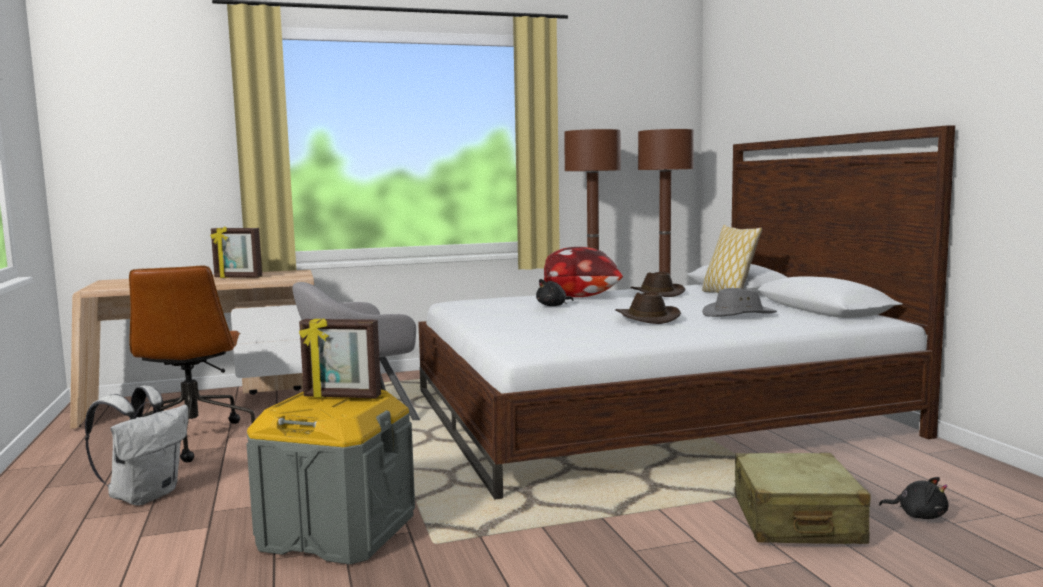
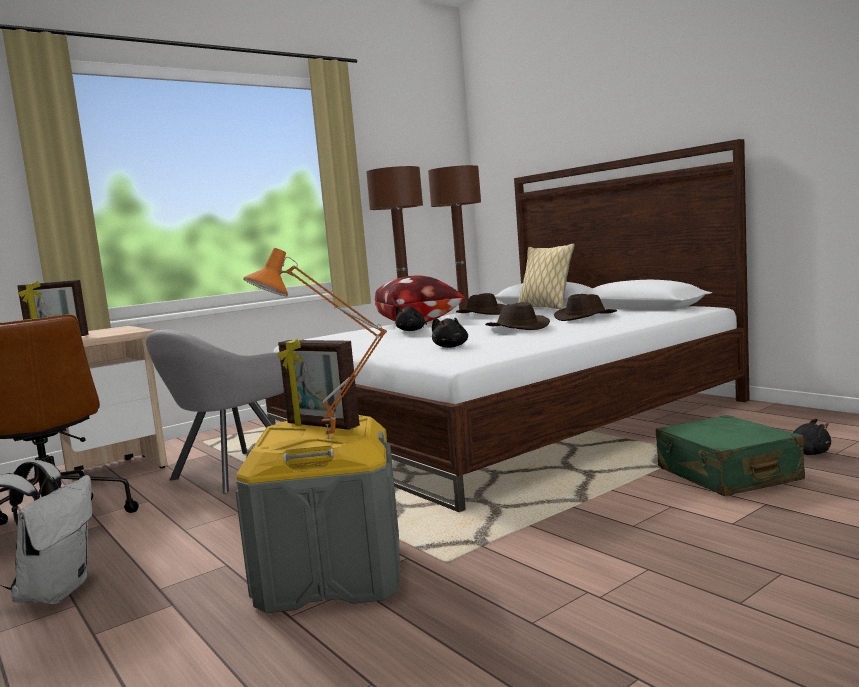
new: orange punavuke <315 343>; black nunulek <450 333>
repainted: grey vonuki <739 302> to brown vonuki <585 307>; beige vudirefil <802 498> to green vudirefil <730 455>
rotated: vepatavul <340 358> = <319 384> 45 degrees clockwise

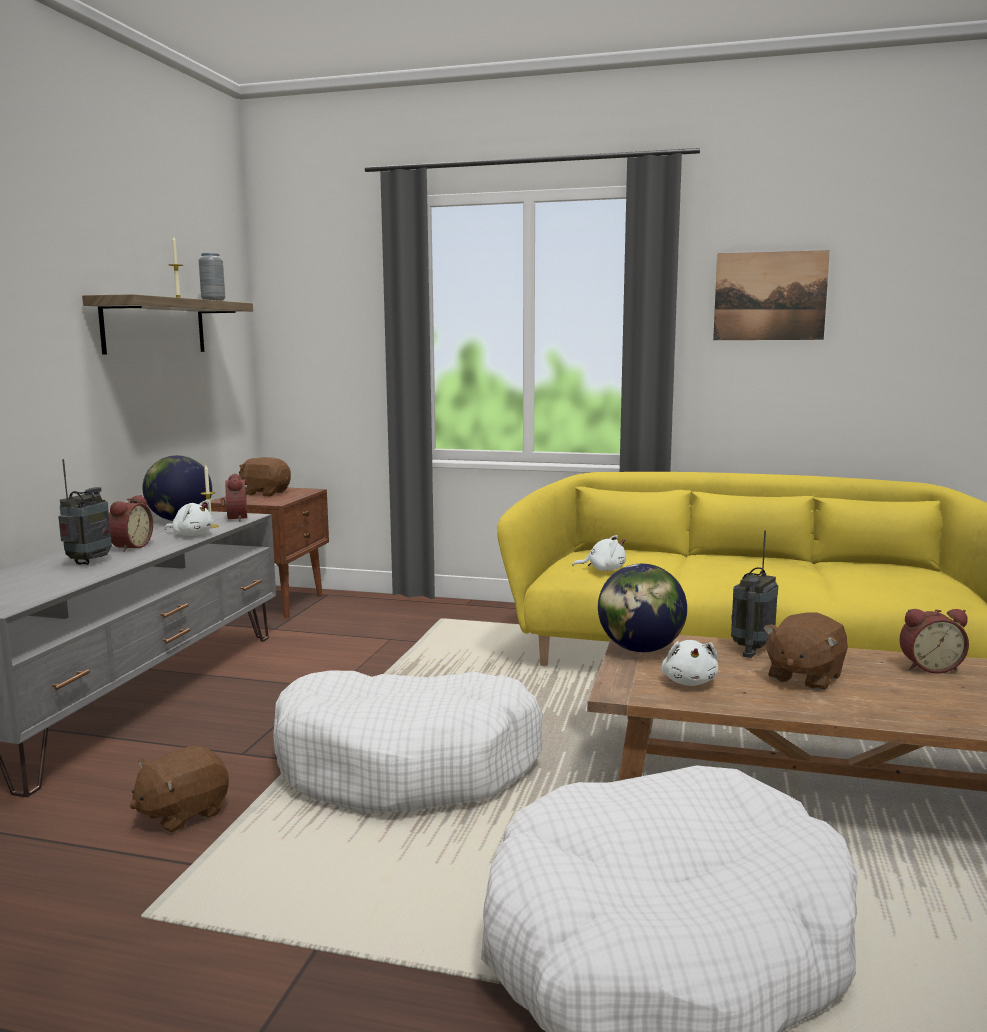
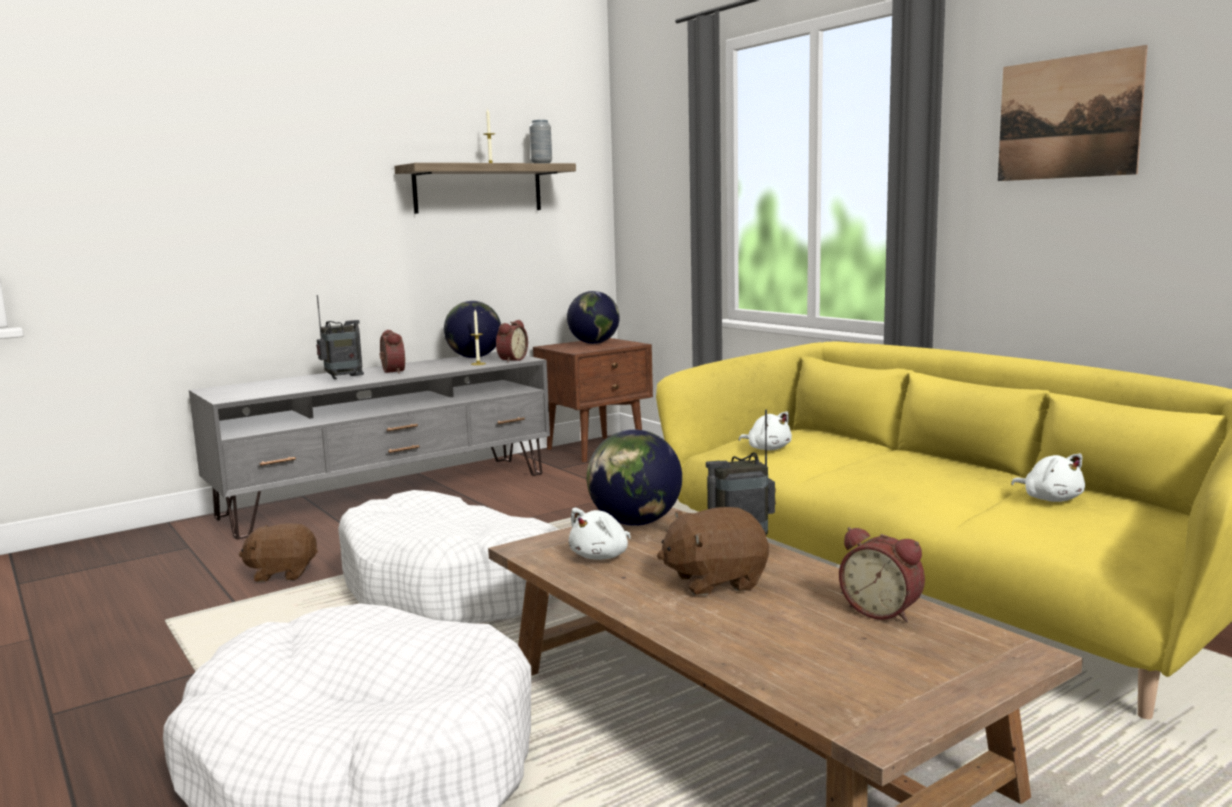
shifted: white nunulek <189 518> to <1048 478>
swapped: brown nunulek <265 476> to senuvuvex <593 317>
rotated: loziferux <131 523> = <392 352> 75 degrees counterclockwise

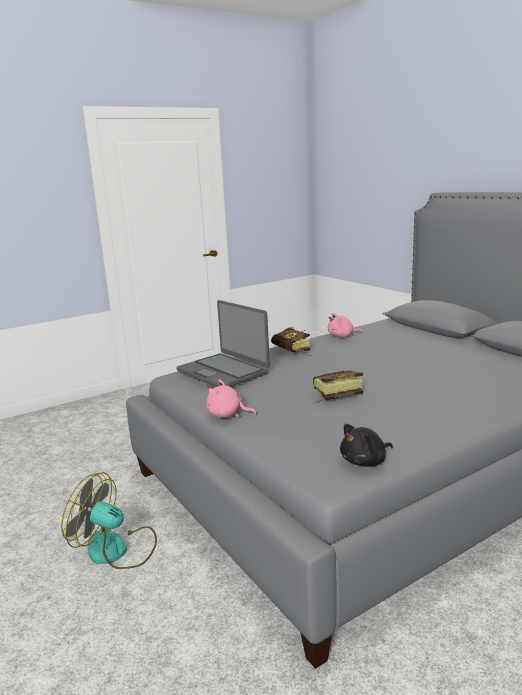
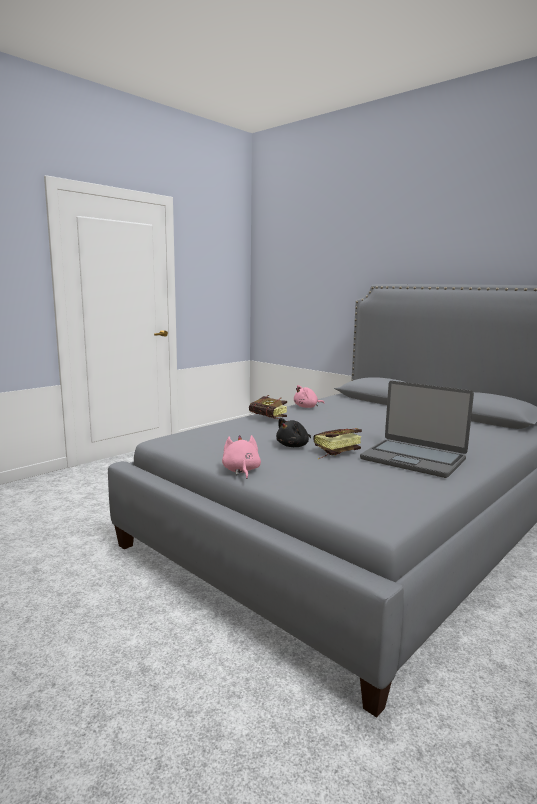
gone: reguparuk <109 520>
shifted: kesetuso <223 343> to <417 429>; black nunulek <366 445> to <293 432>
rotated: pink nunulek <231 398> = <241 457> 75 degrees clockwise

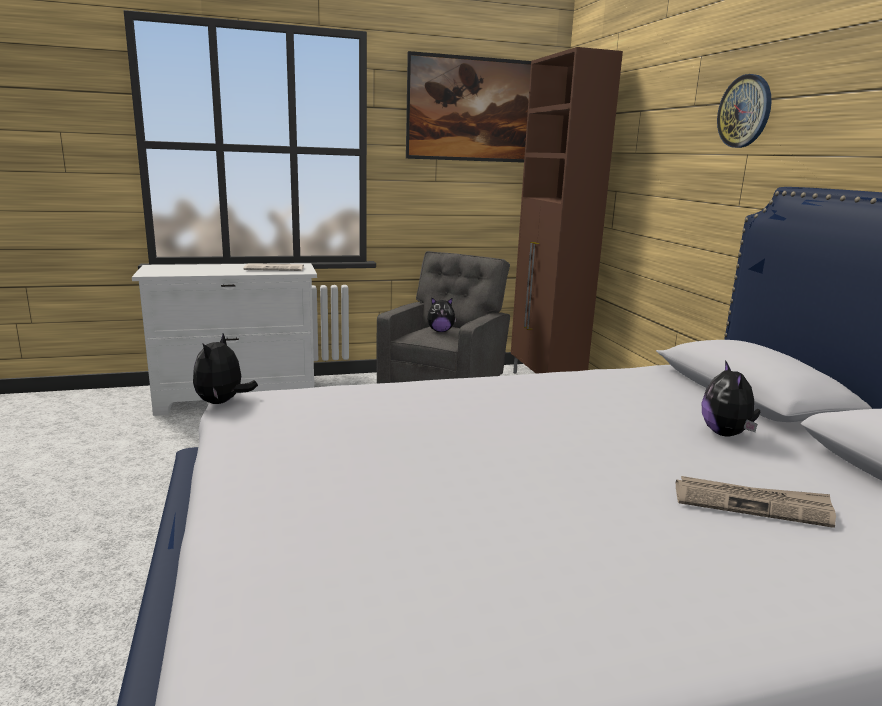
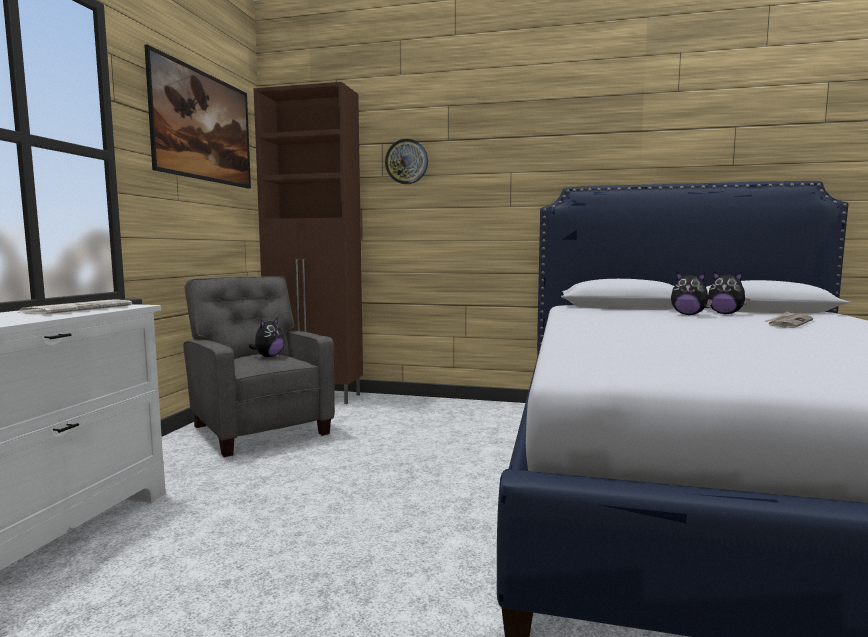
shifted: nunulek <225 369> to <729 292>; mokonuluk <744 111> to <406 161>

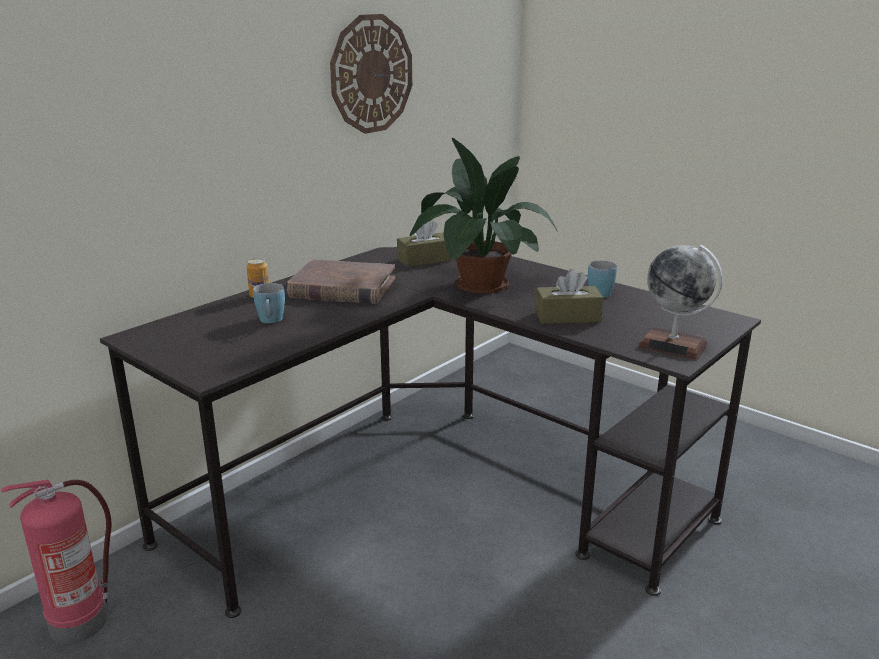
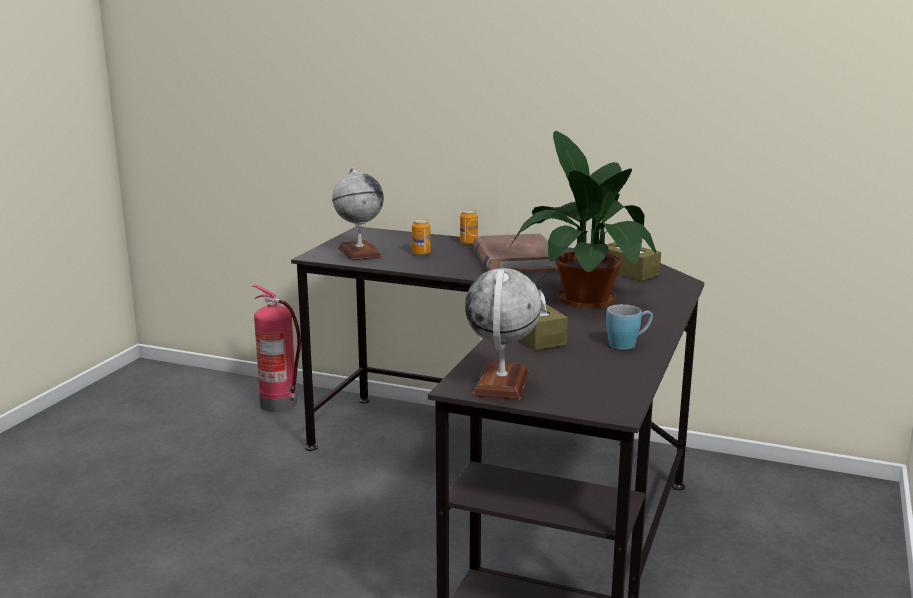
gone: mokonuluk <371 74>
new: senuvuvex <358 213>
swapped: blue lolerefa <269 303> to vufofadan <421 237>

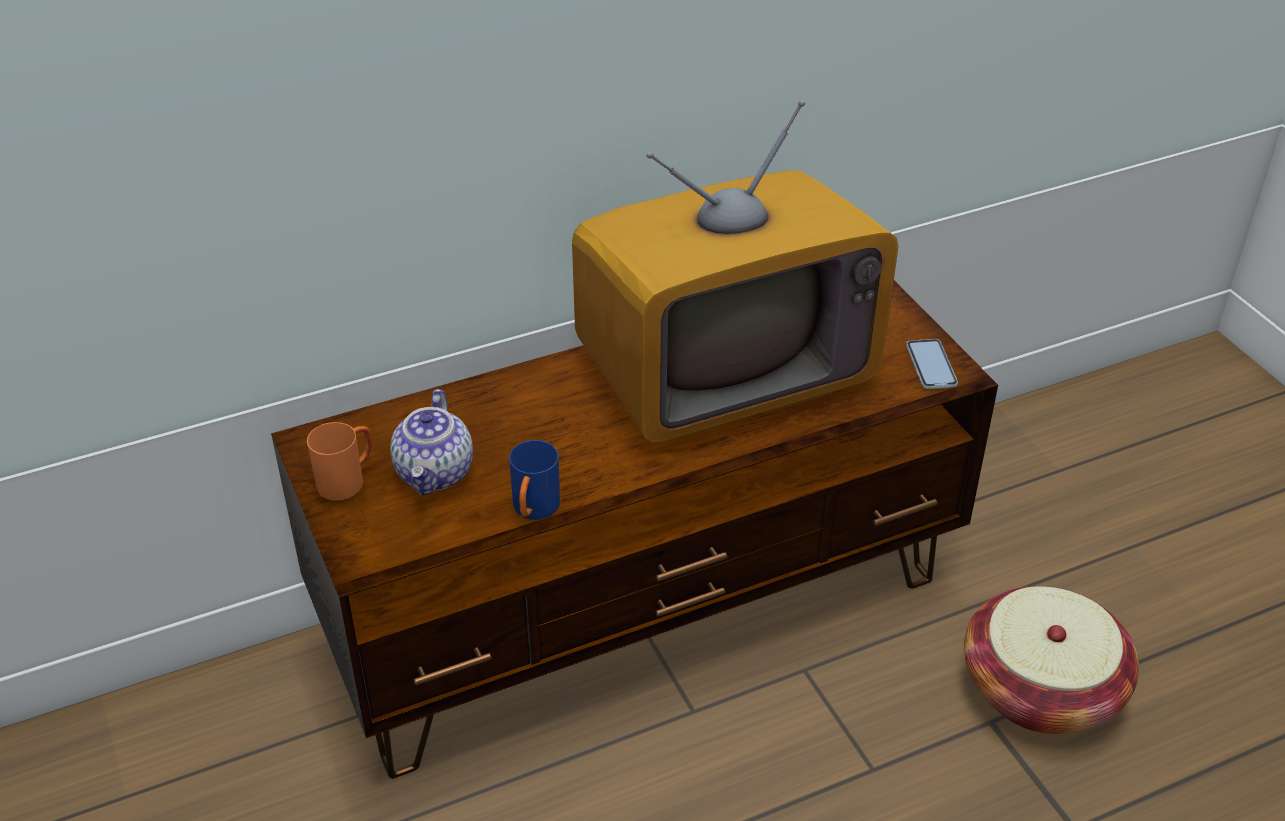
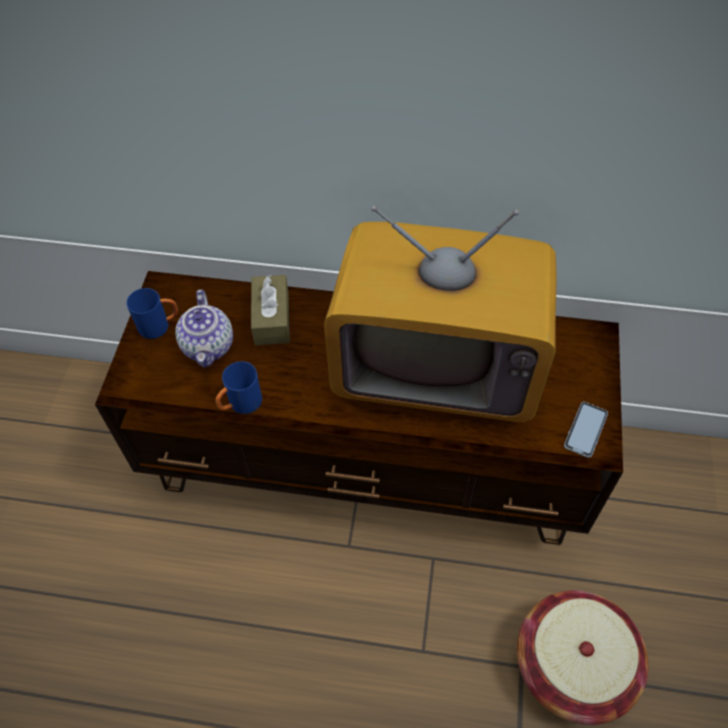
new: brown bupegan <270 310>
repainted: orange lolerefa <339 461> to blue lolerefa <152 313>
rotated: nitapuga <431 442> = <204 329> 45 degrees counterclockwise

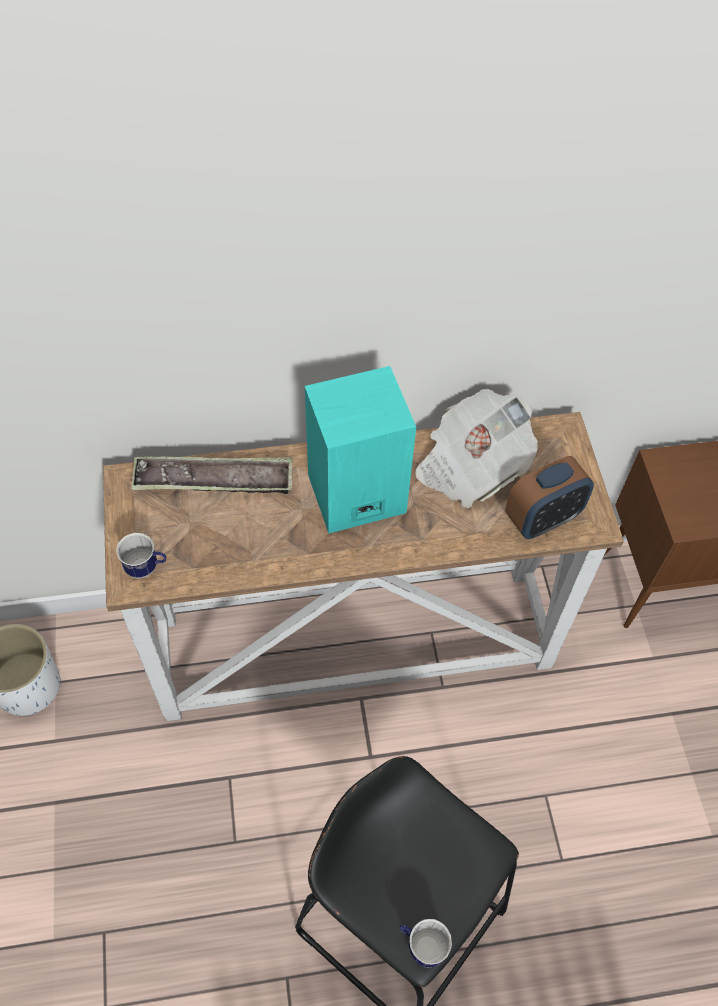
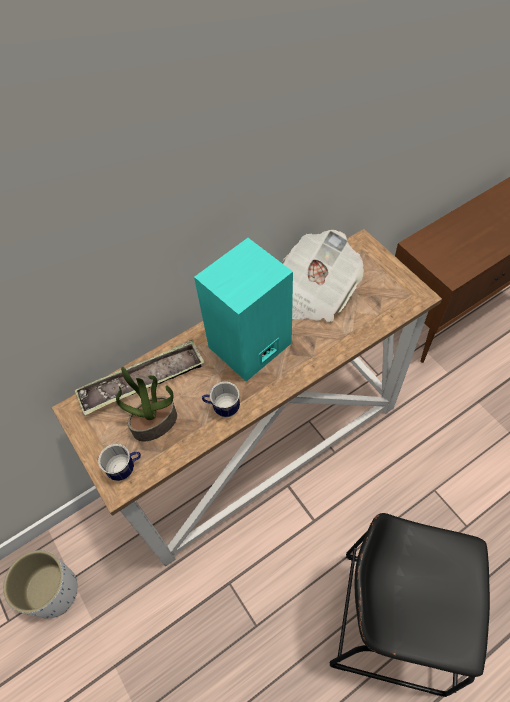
gone: loziferux <549 497>
new: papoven <146 404>
shifted: lolerefa <426 943> to <221 399>

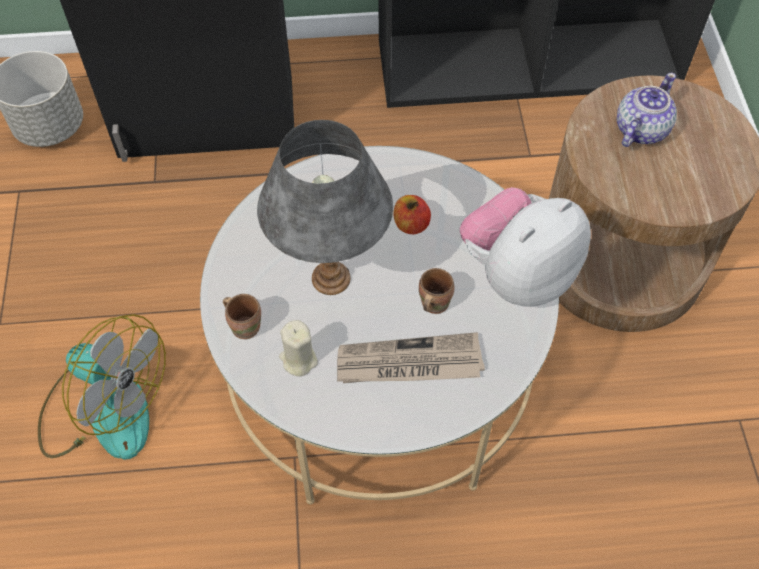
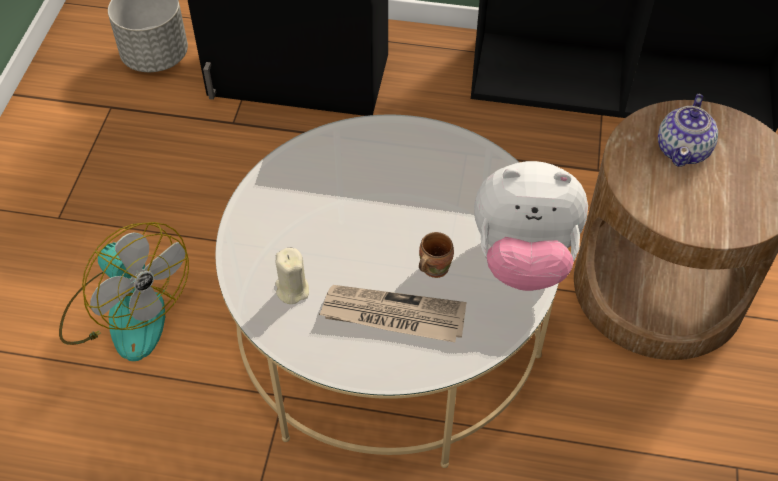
gone: brown lolerefa <242 316>; grey punavuke <325 207>; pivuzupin <412 214>
rotated: nunulek <525 247> = <531 226> 150 degrees counterclockwise; nitapuga <647 110> = <688 130> 150 degrees clockwise

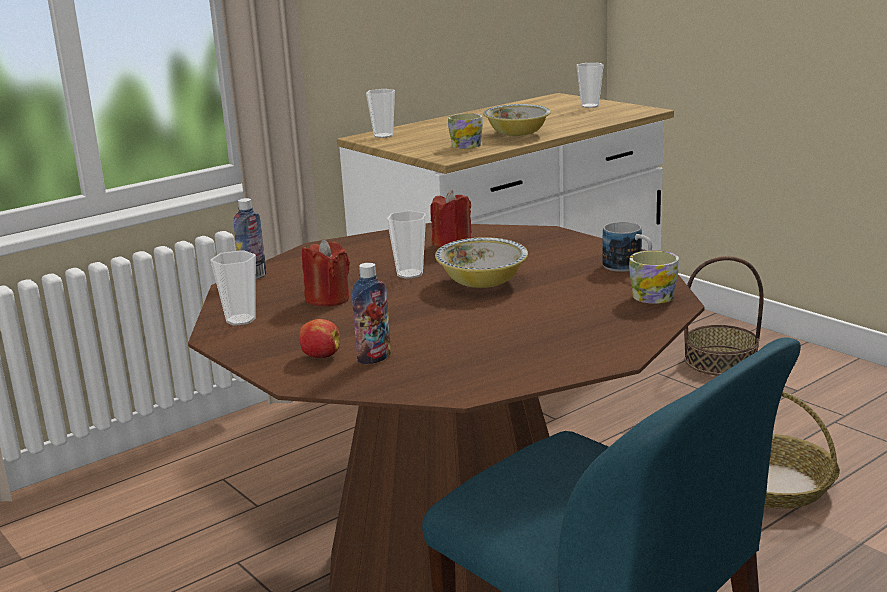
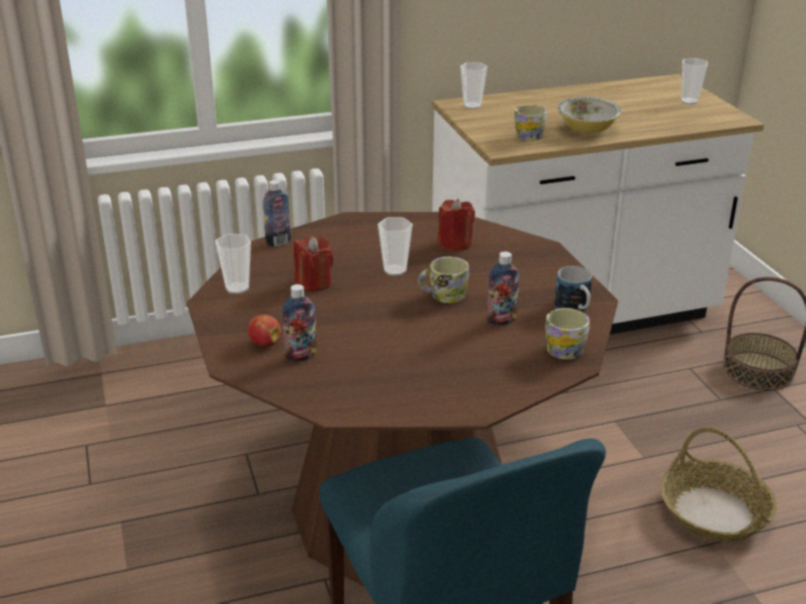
new: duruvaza <503 288>
swapped: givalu <481 262> to lolerefa <443 280>

